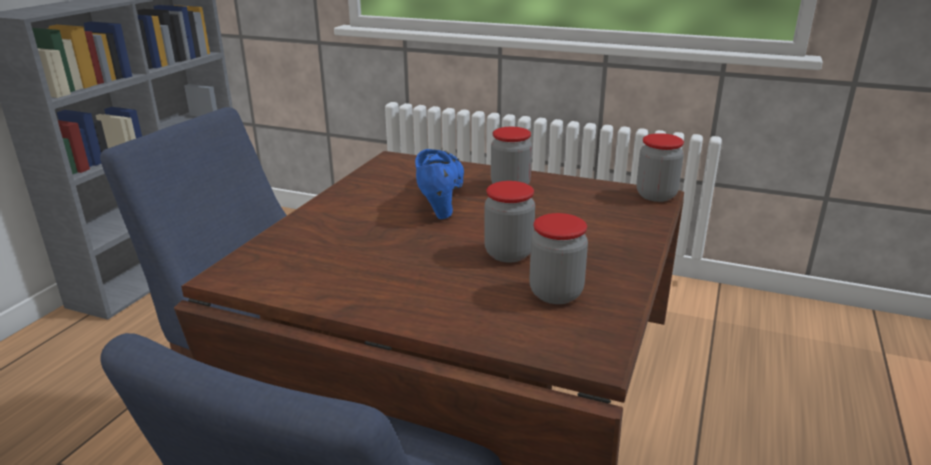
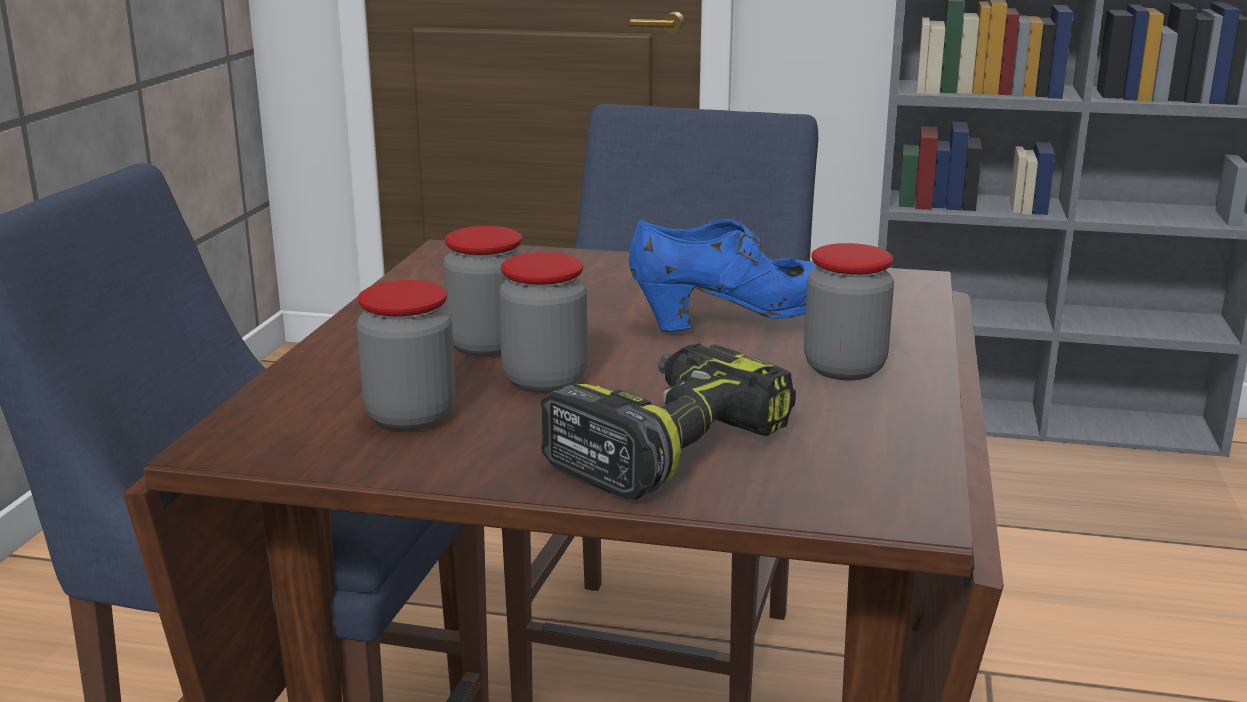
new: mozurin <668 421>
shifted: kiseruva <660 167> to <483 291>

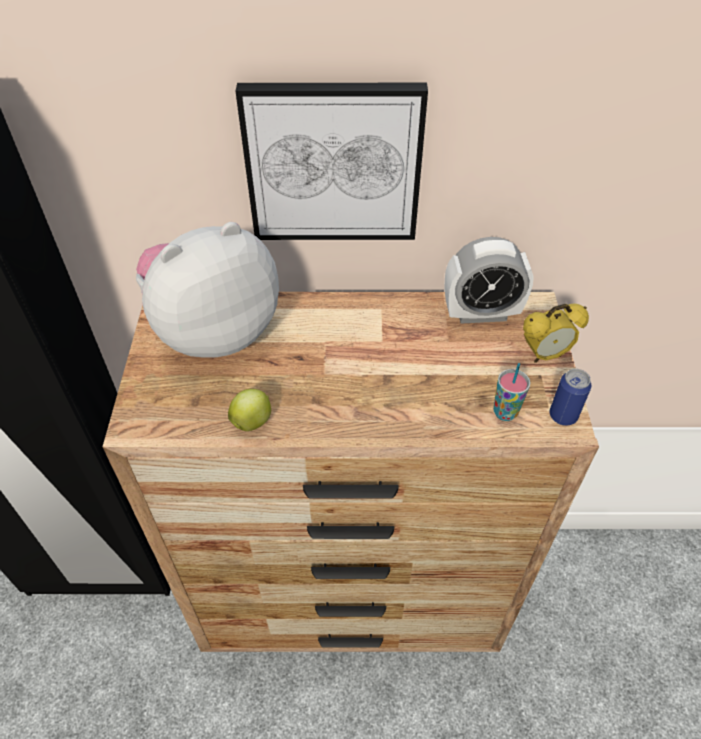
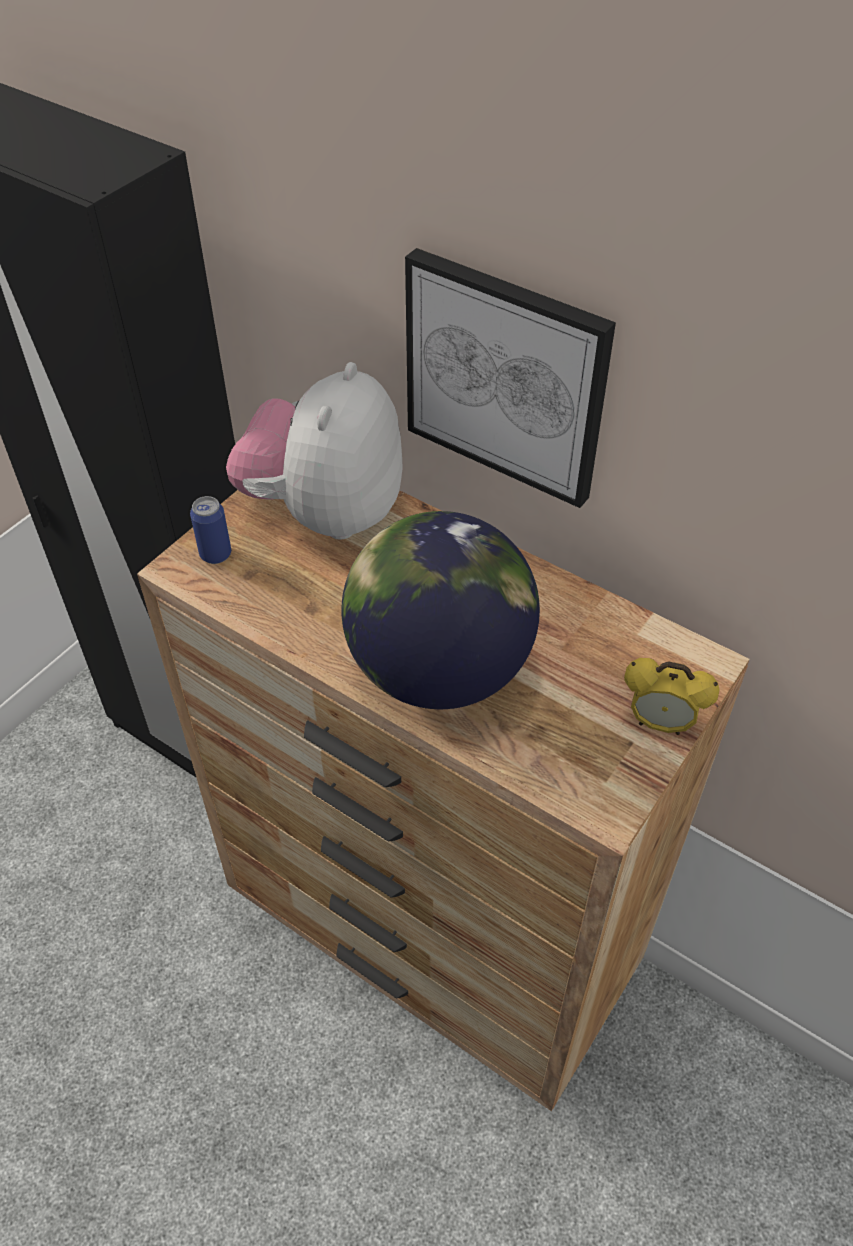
gone: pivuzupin <249 410>; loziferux <489 280>; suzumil <511 392>
new: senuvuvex <440 610>
shifted: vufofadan <570 397> to <210 530>
rotated: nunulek <207 289> = <314 451> 75 degrees counterclockwise

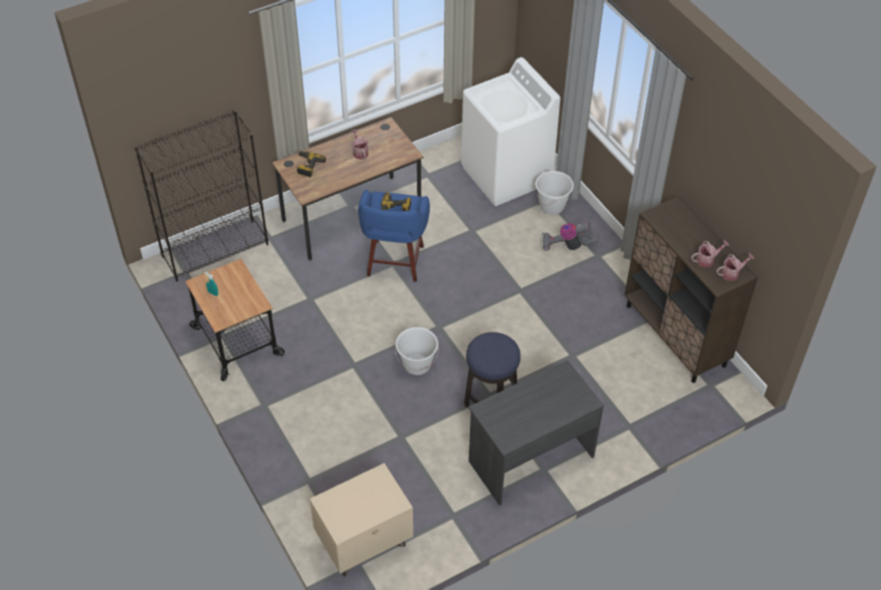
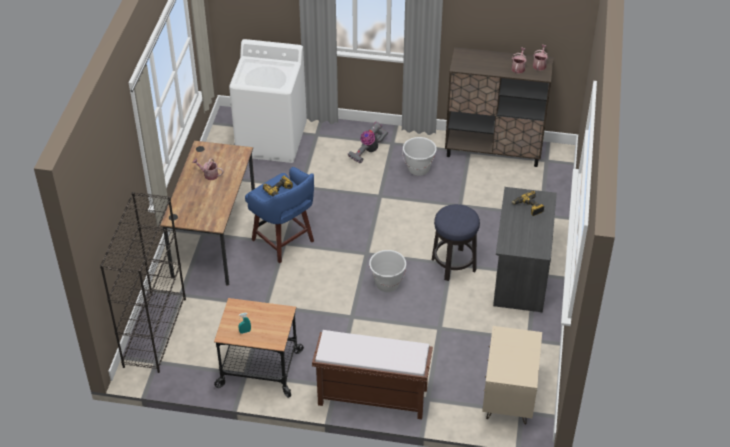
new: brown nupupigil <372 374>
shifted: mozurin <311 164> to <528 203>; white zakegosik <554 193> to <419 156>

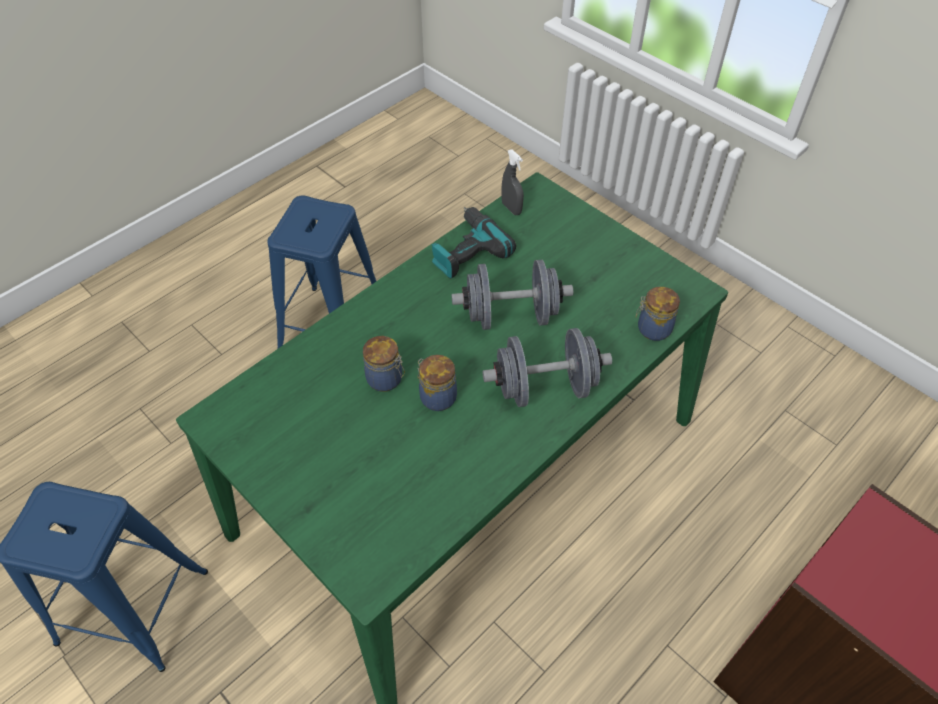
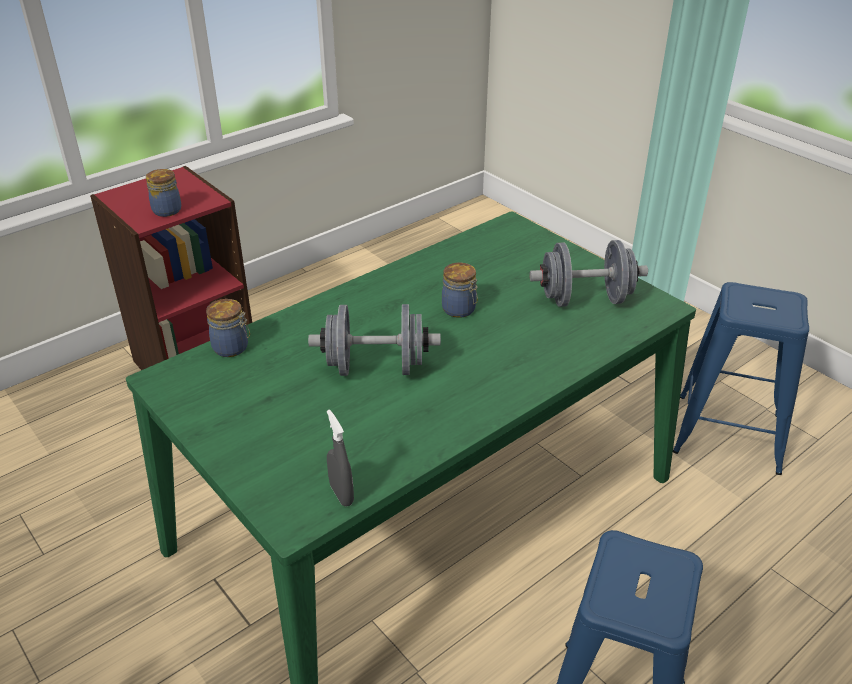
gone: mozurin <474 243>
shifted: kiseruva <384 364> to <163 193>; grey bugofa <547 367> to <589 273>

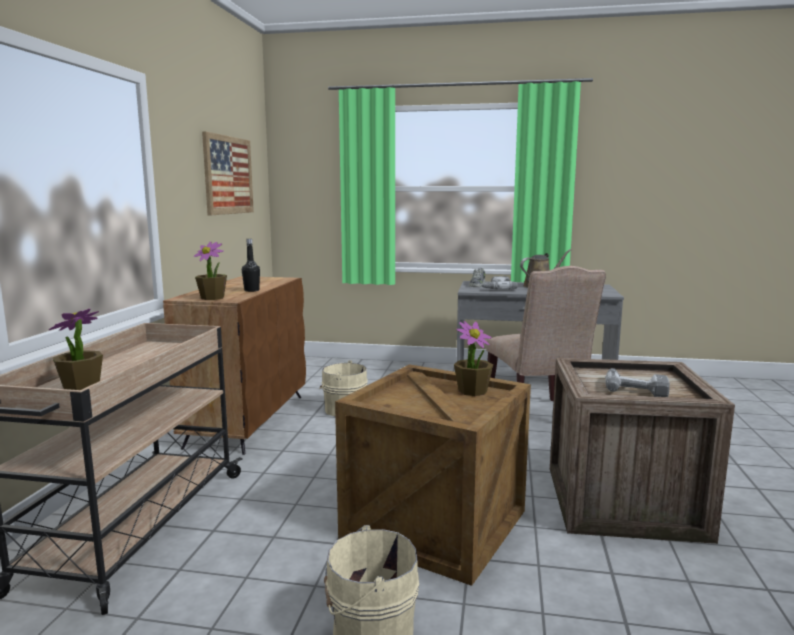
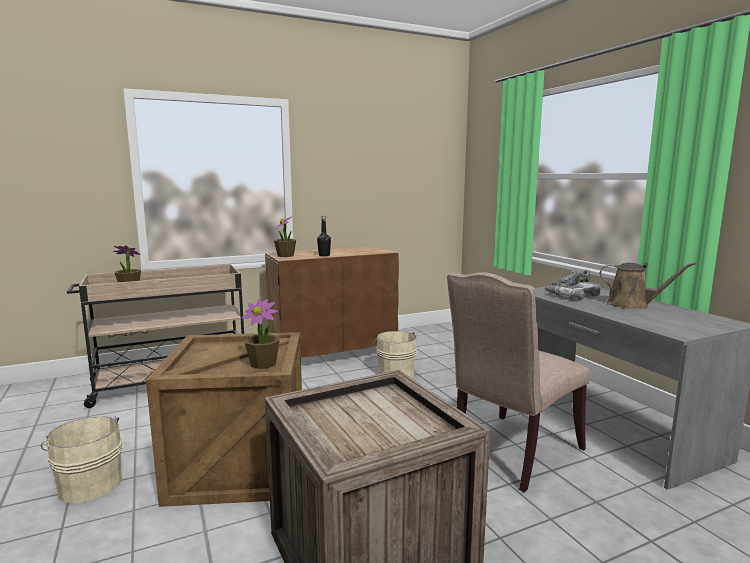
gone: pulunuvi <228 173>; mozurin <637 382>

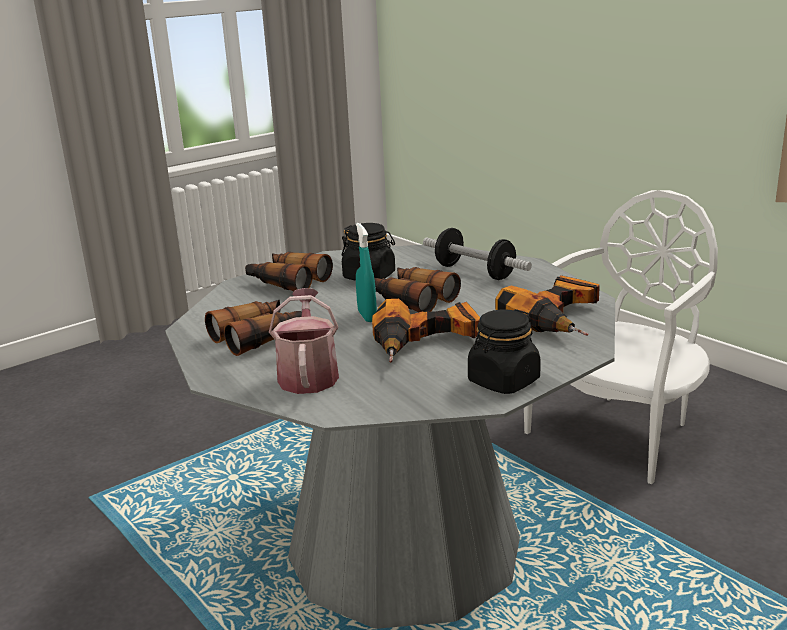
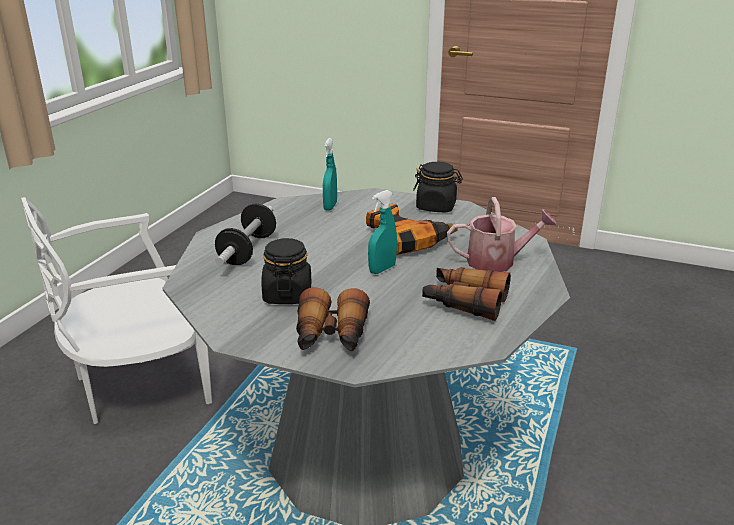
gone: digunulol <417 289>
swapped: mozurin <547 305> to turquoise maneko <330 174>
rotated: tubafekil <304 341> = <502 234> 150 degrees counterclockwise; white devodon <621 337> = <116 310> 45 degrees counterclockwise

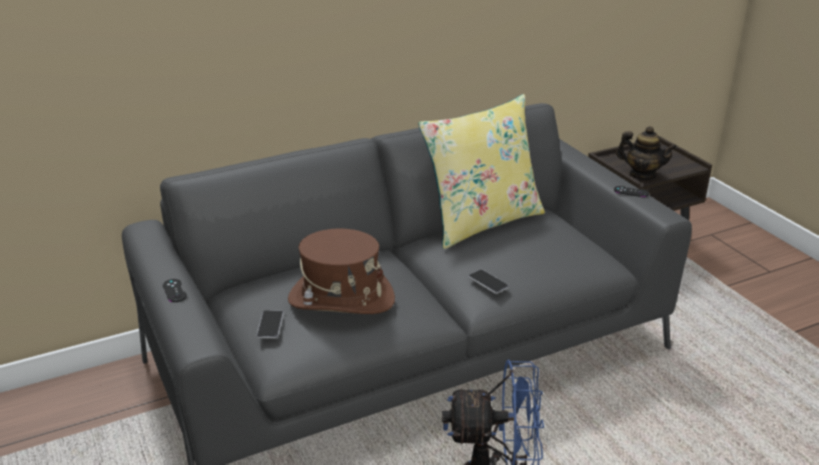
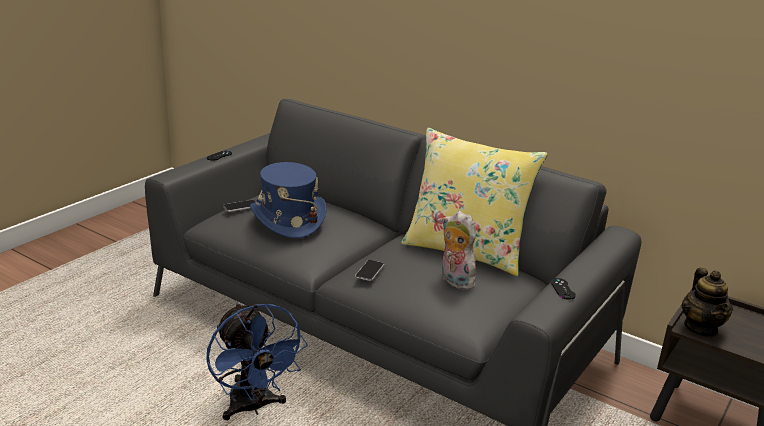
new: nunulek <459 250>
repainted: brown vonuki <341 271> to blue vonuki <288 200>

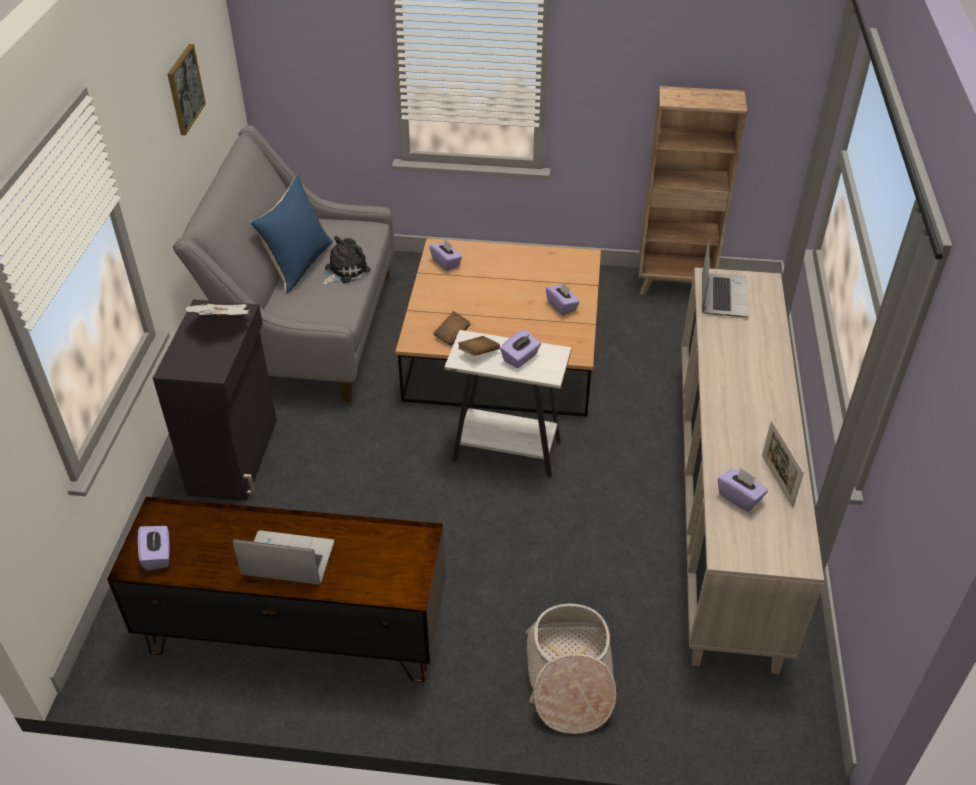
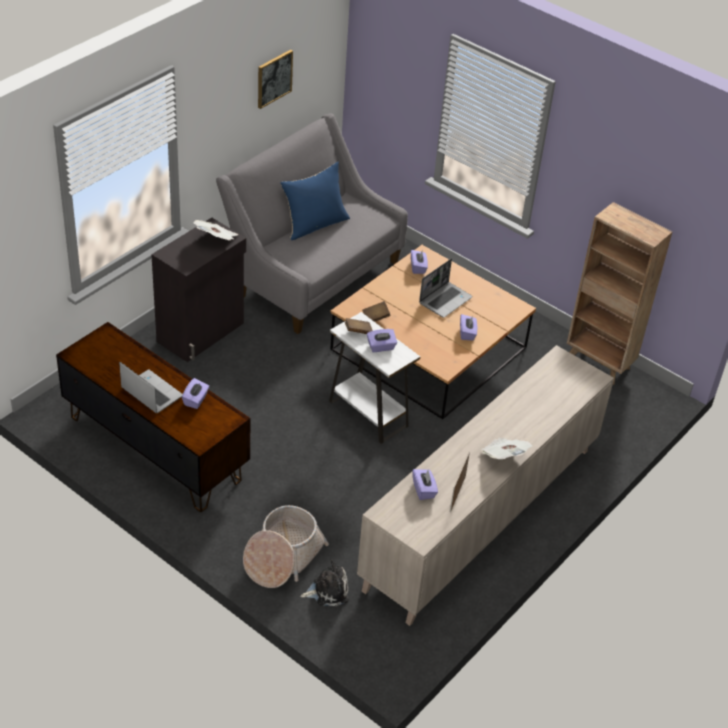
new: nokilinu <506 448>
shifted: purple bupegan <154 548> to <195 393>; nunulek <346 260> to <324 582>; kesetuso <725 278> to <445 288>

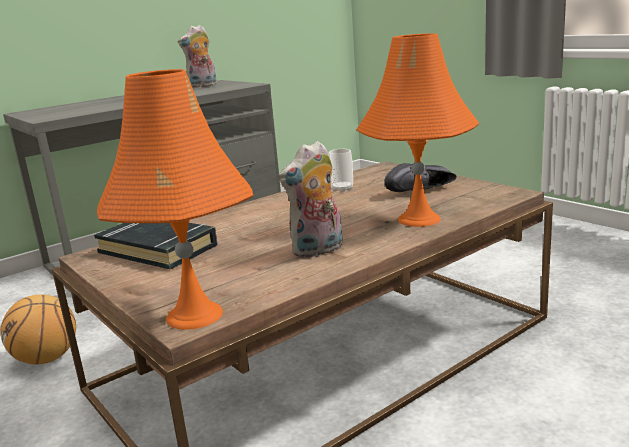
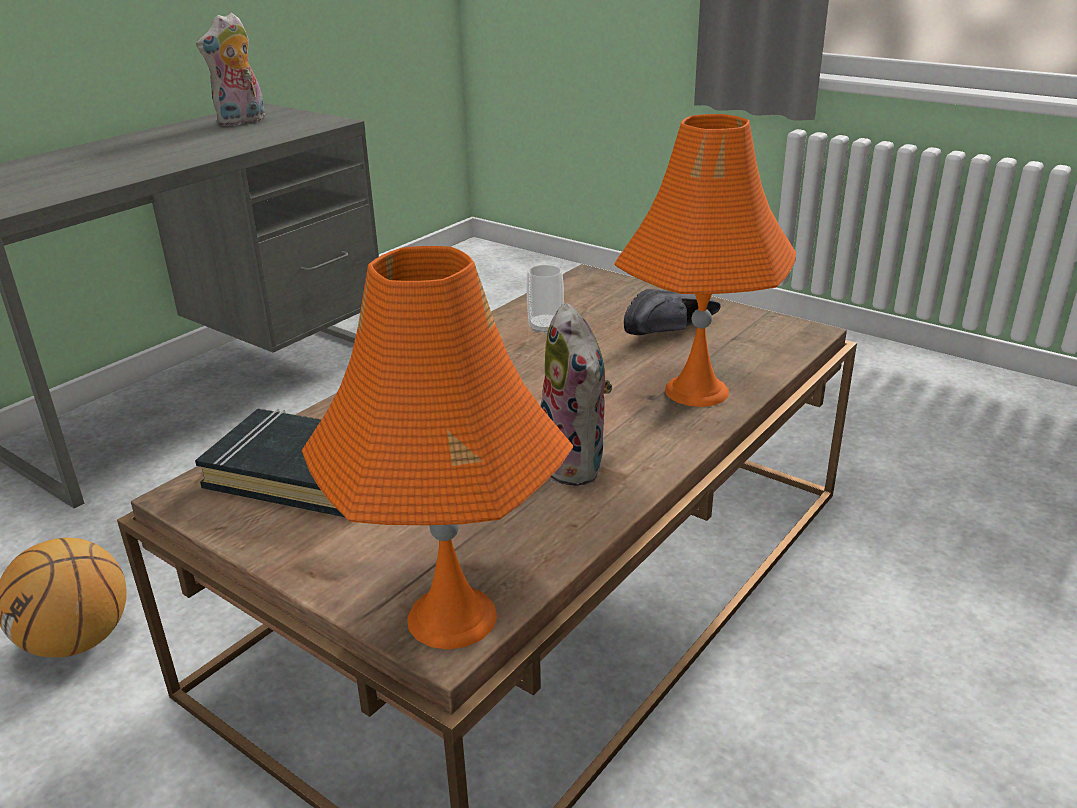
rotated: nunulek <310 199> = <576 394> 60 degrees counterclockwise

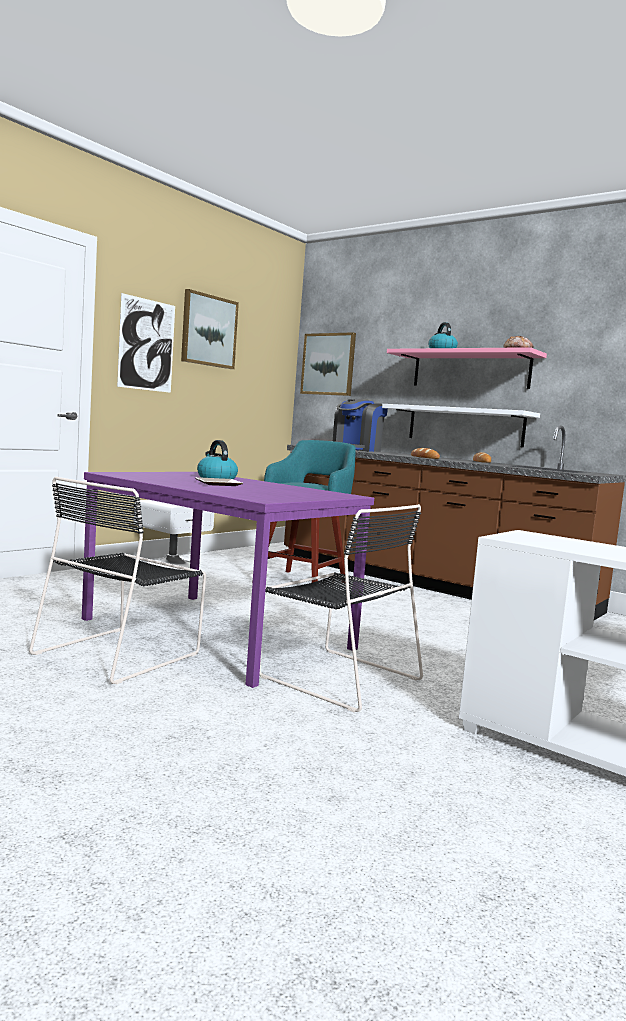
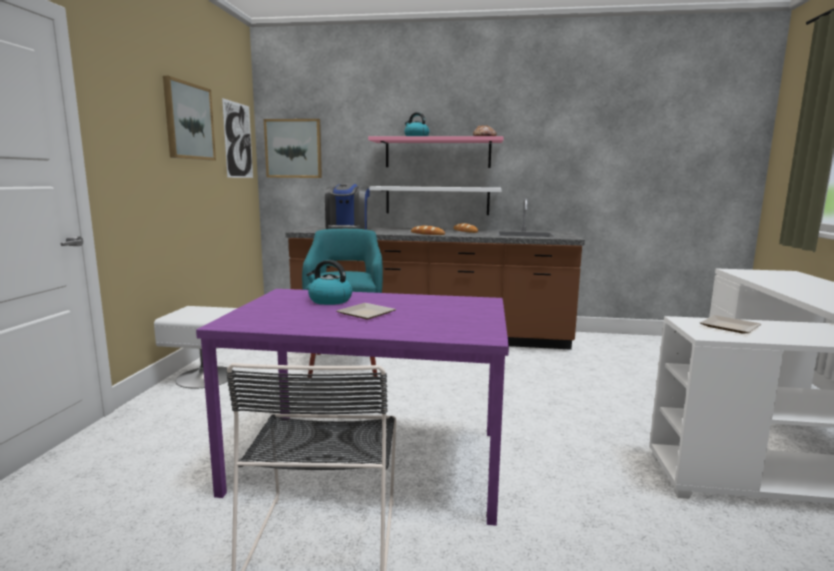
gone: black devodon <341 608>
new: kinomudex <730 324>
shifted: pulunuvi <146 343> to <237 138>

